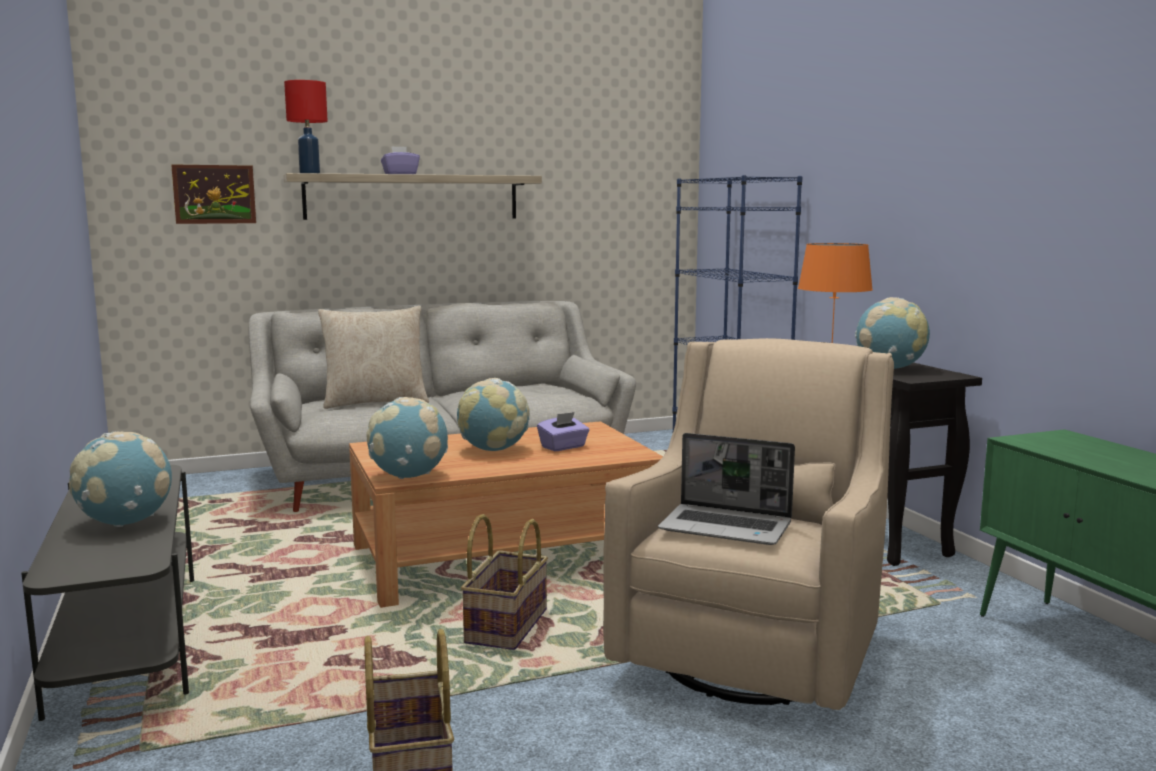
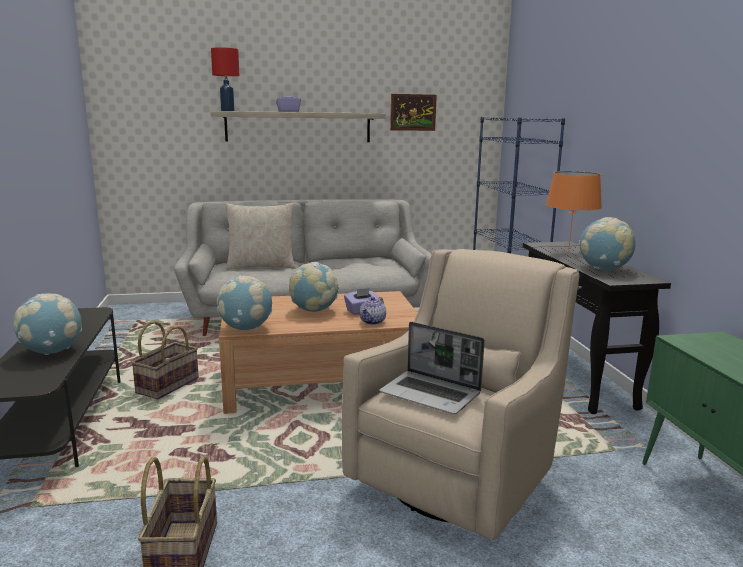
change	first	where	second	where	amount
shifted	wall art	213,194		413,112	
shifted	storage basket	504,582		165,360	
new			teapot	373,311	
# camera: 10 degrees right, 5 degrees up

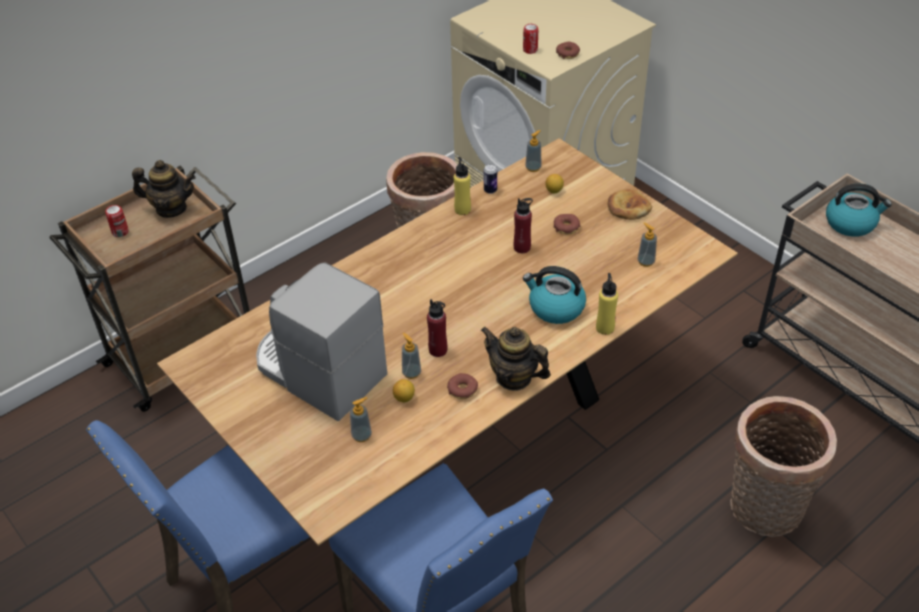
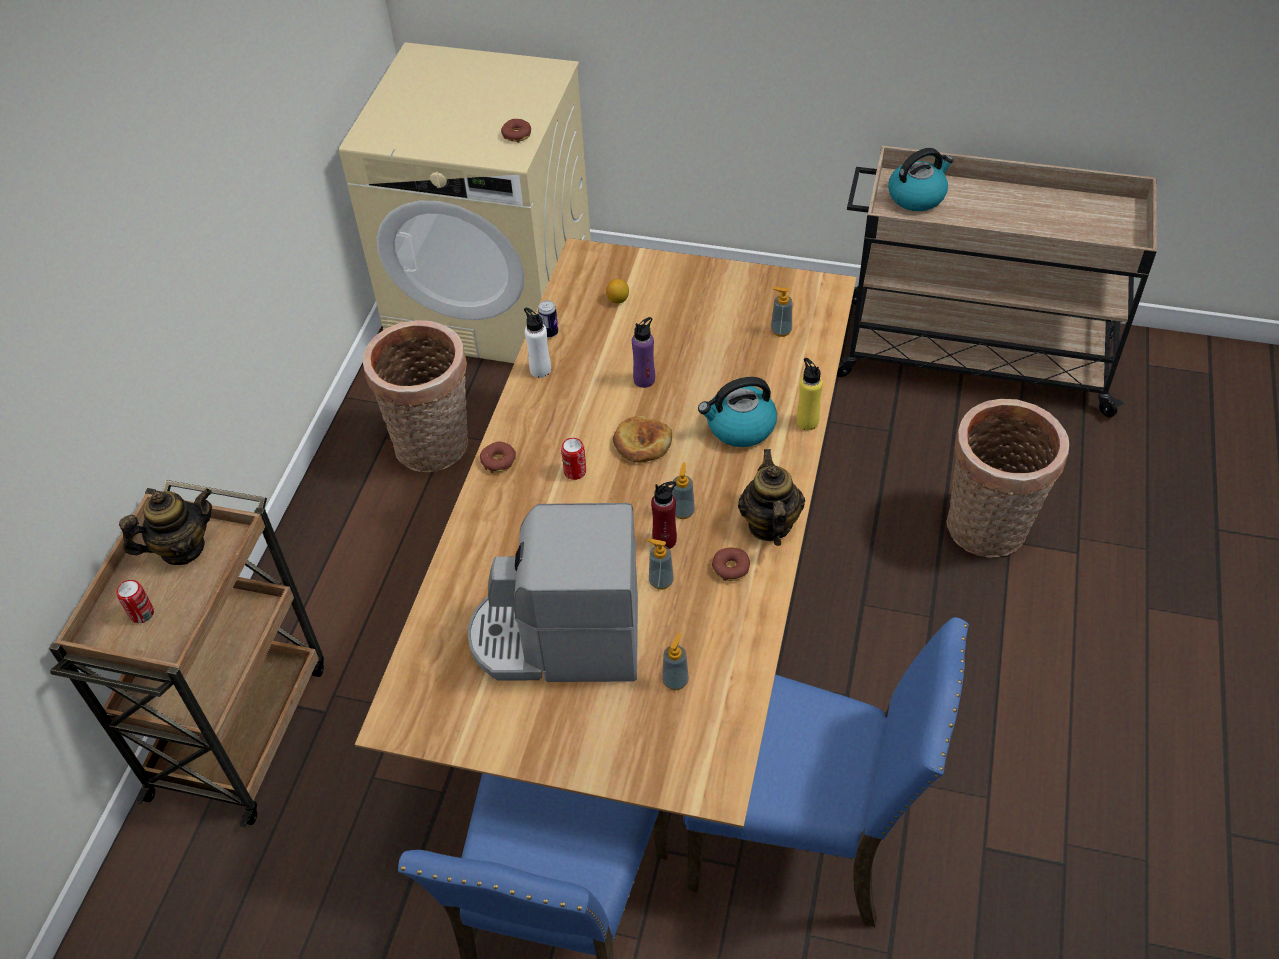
change	first	where	second	where	amount
shifted	sealed can	530,39		573,459	
shifted	liquid soap bottle	533,151		683,490	
repainted	yellow bottle	462,186	white-coloured bottle	537,343	
shifted	bakery bread	629,204		642,439	
repainted	reddish bottle	523,225	purple-coloured bottle	643,352	
shifted	ring doughnut	567,224		498,457	
rotated	teapot	516,359		771,497	90 degrees clockwise
gone	lemon	404,390			
# camera: 35 degrees left, 5 degrees up

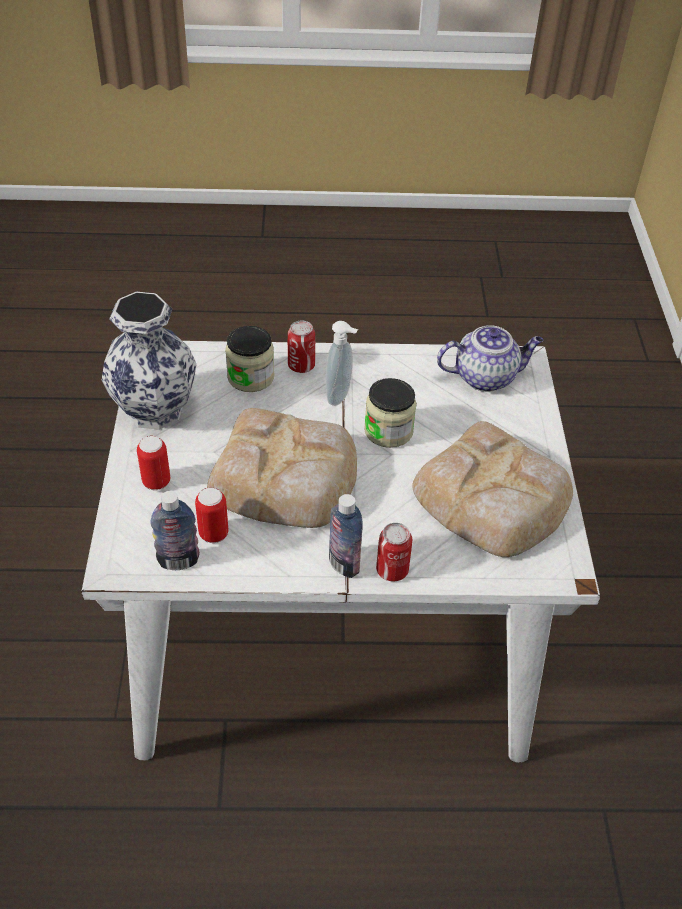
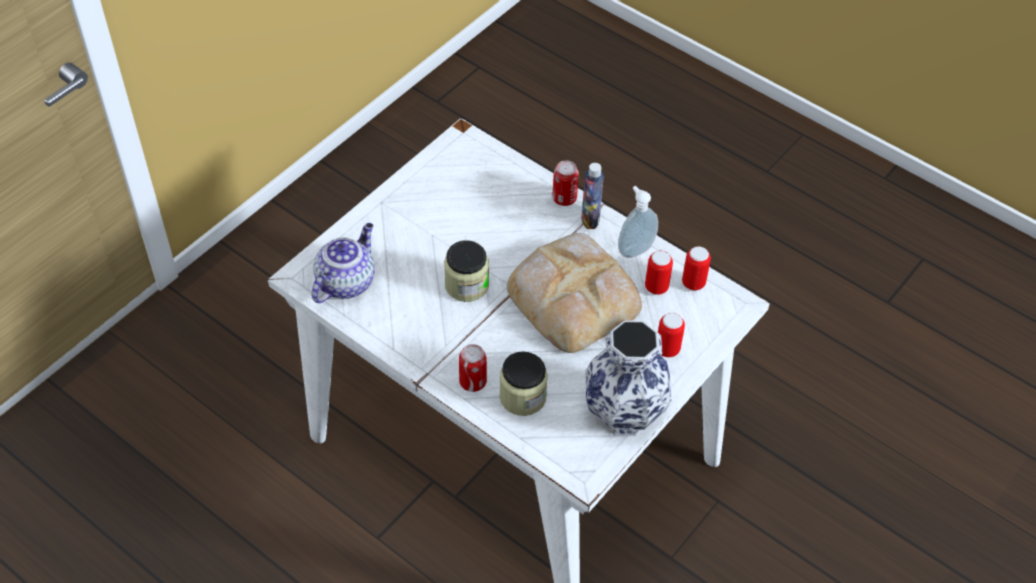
change	first	where	second	where	amount
shifted	liquid soap bottle	342,363		638,222	
rotated	teapot	490,358		343,263	90 degrees clockwise
gone	bakery bread	492,489			
swapped	bottle	175,530	sealed can	696,268	
# camera: 140 degrees left, 5 degrees up

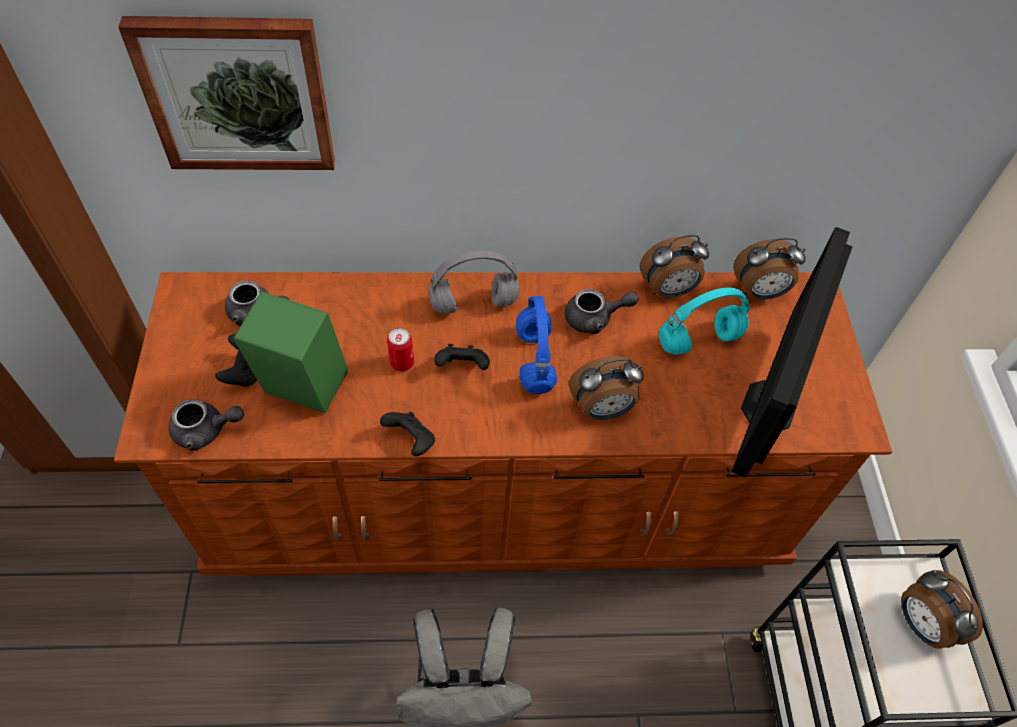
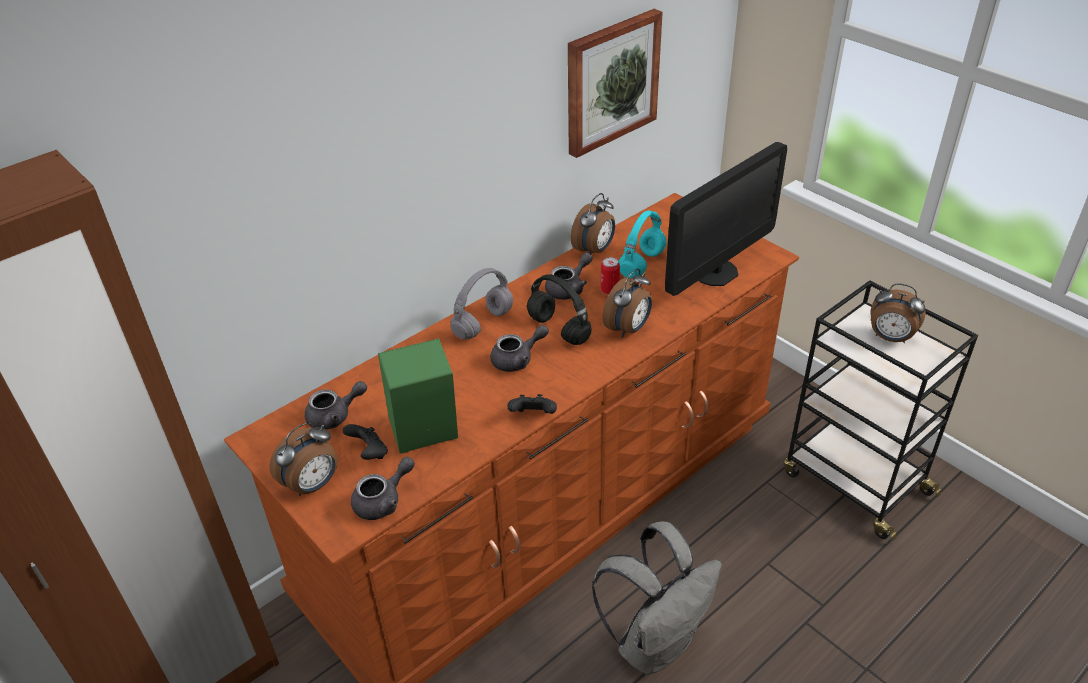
change	first	where	second	where	amount
shifted	wall art	226,93		615,83	
rotated	computer display	792,352		726,219	120 degrees counterclockwise
shifted	bedside clock	769,268		303,459	
repainted	bluish pair of headphones	536,345	blackish pair of headphones	559,309	
shifted	sealed can	400,350		610,276	
swapped	blackish joypad	462,357	gray teapot	519,348	
# camera: 35 degrees left, 15 degrees down

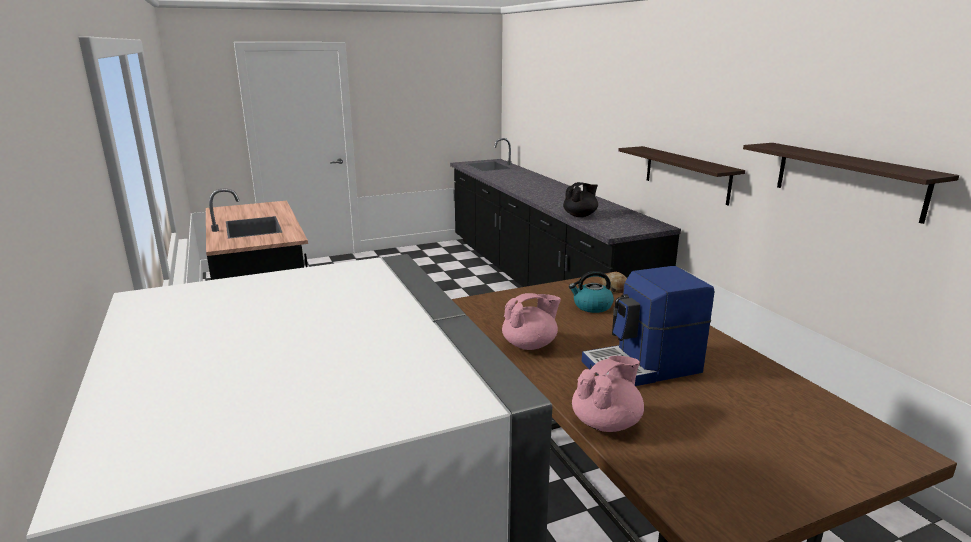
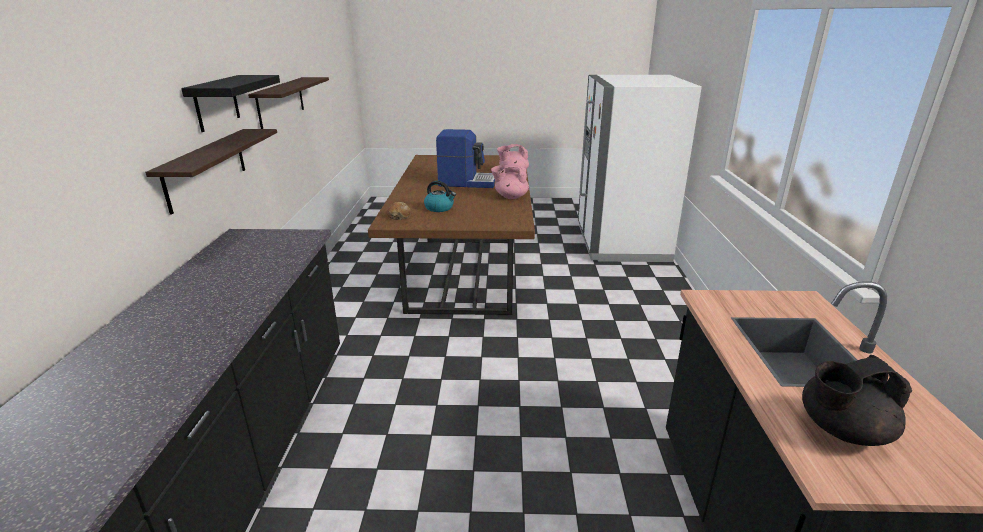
change	first	where	second	where	amount
shifted	blackish teapot	580,199		857,400	
new			blackish bracket shelf	230,103	
# camera: 155 degrees left, 5 degrees up

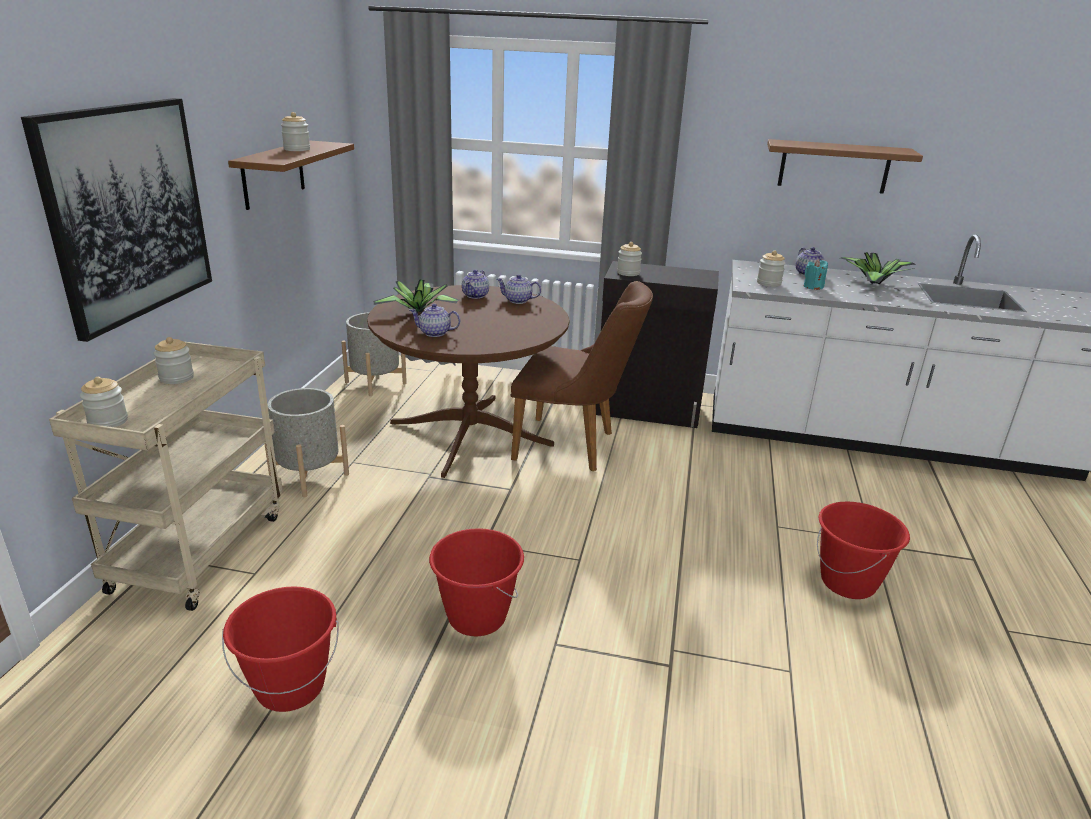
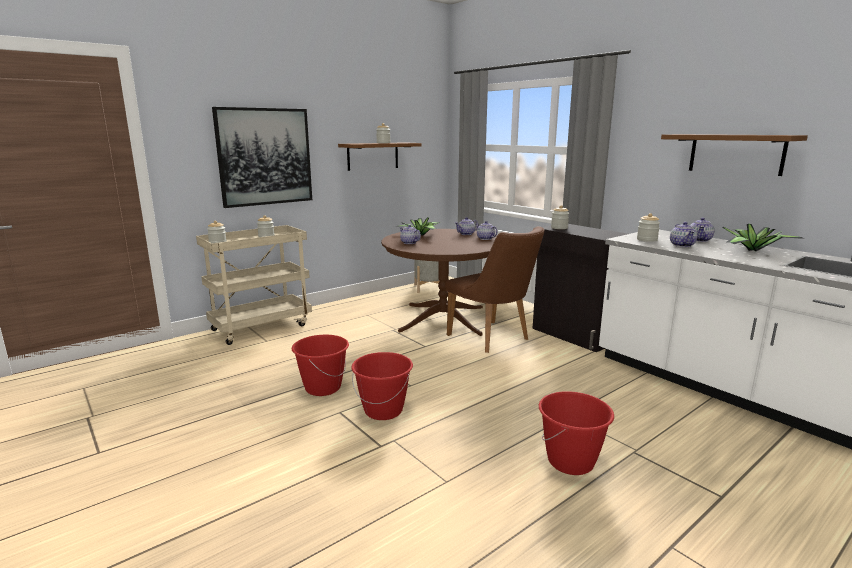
change	first	where	second	where	amount
swapped	blue-green wax light	816,274	teapot	683,234	
gone	gray flower pot	307,442			
shifted	reddish pail	280,649		382,386	
# camera: 40 degrees right, 10 degrees down

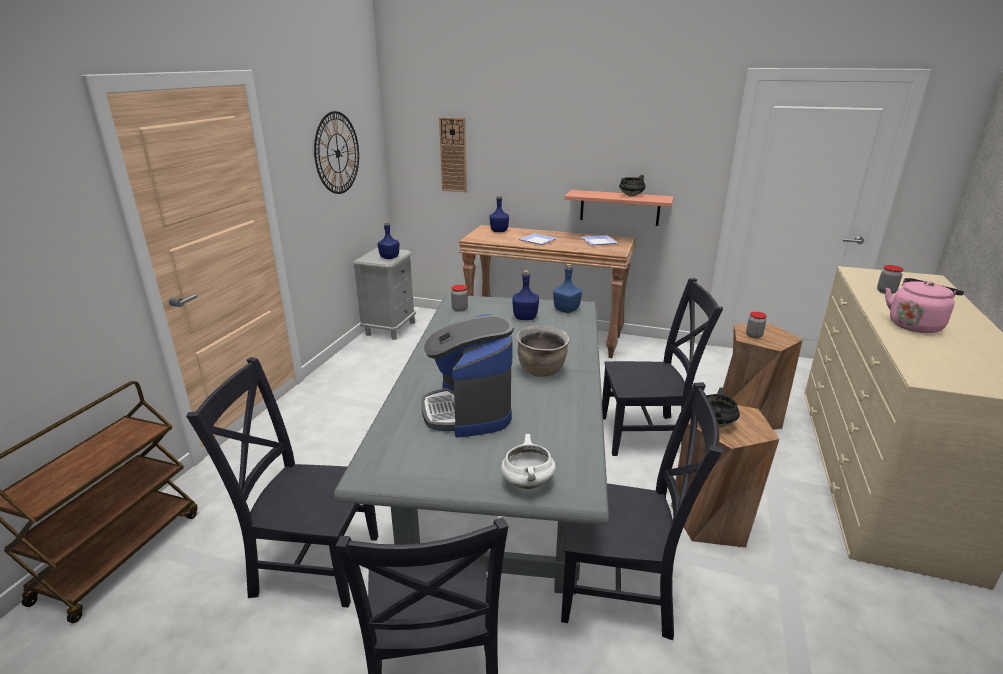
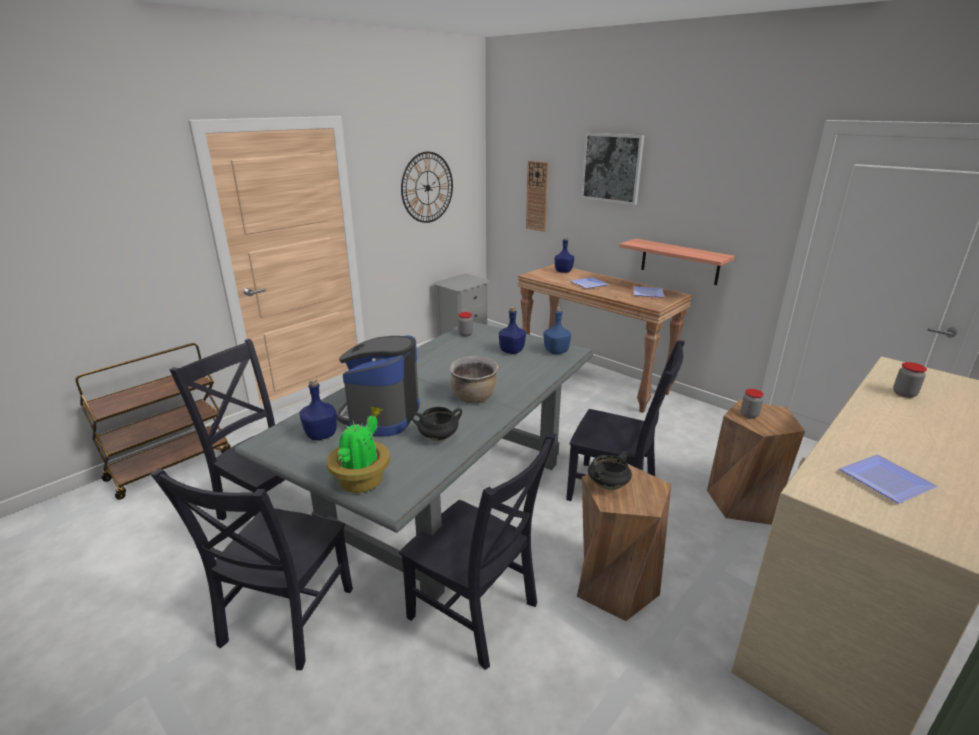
change	first	where	second	where	amount
shifted	blackish saucepot	632,186		437,424	
shifted	bluish bottle	388,240		318,410	
gone	pink kettle	924,305			
swapped	white-coloured saucepot	528,461	plant in a pot	358,449	
new			wall art	612,169	
new			plate	888,478	
# camera: 25 degrees right, 0 degrees up

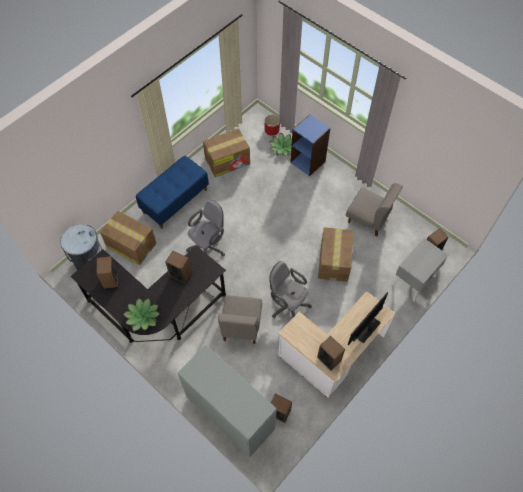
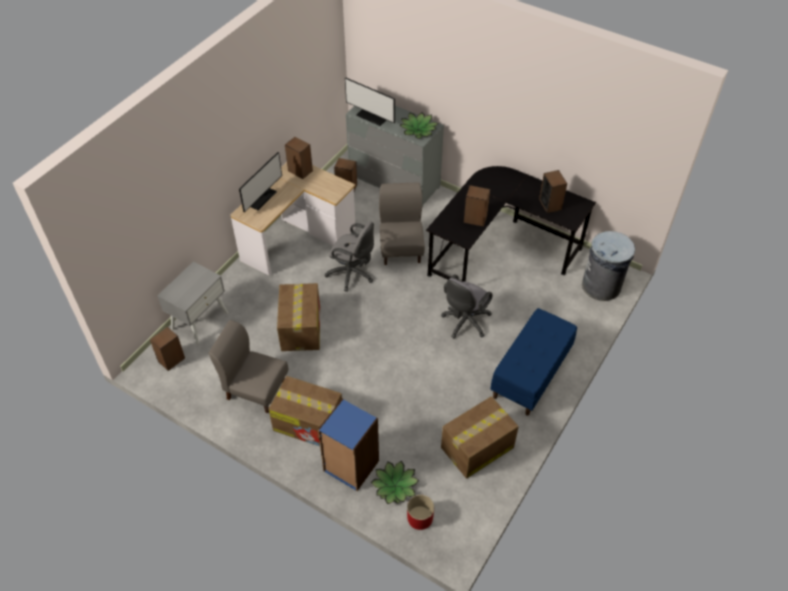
change	first	where	second	where	amount
shifted	carton	128,238		305,411	
shifted	plant in a pot	141,315		418,125	
new			computer display	370,101	
# camera: 170 degrees right, 10 degrees down

